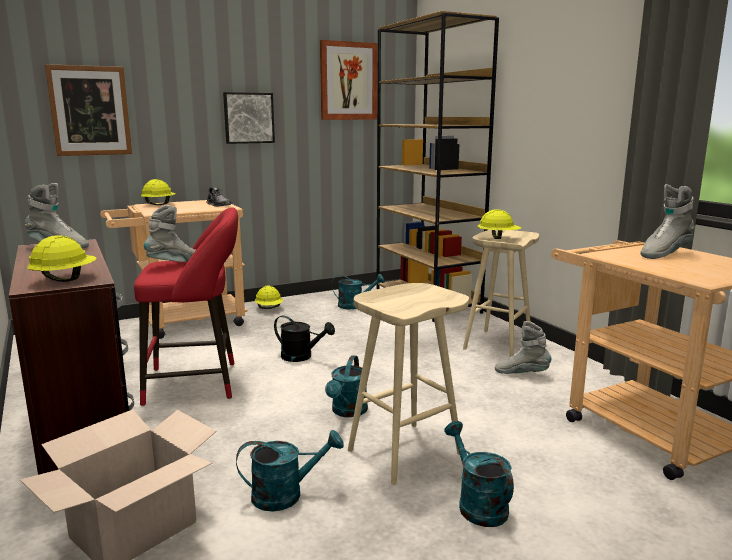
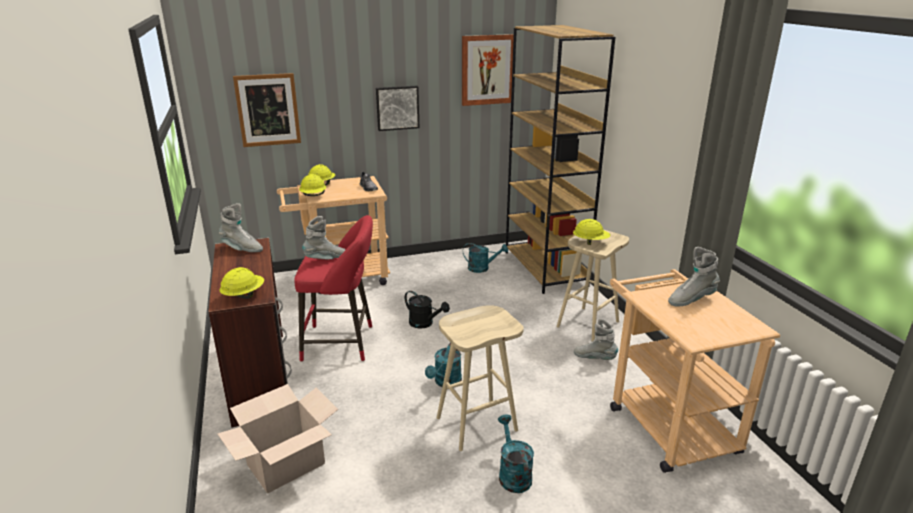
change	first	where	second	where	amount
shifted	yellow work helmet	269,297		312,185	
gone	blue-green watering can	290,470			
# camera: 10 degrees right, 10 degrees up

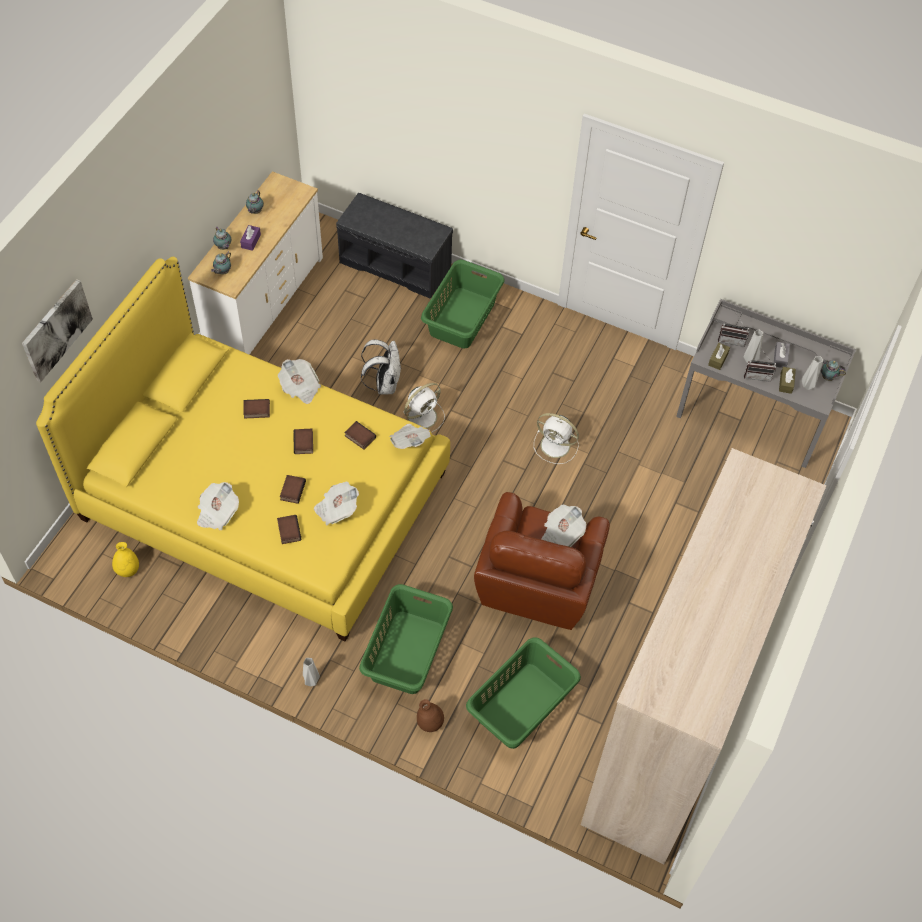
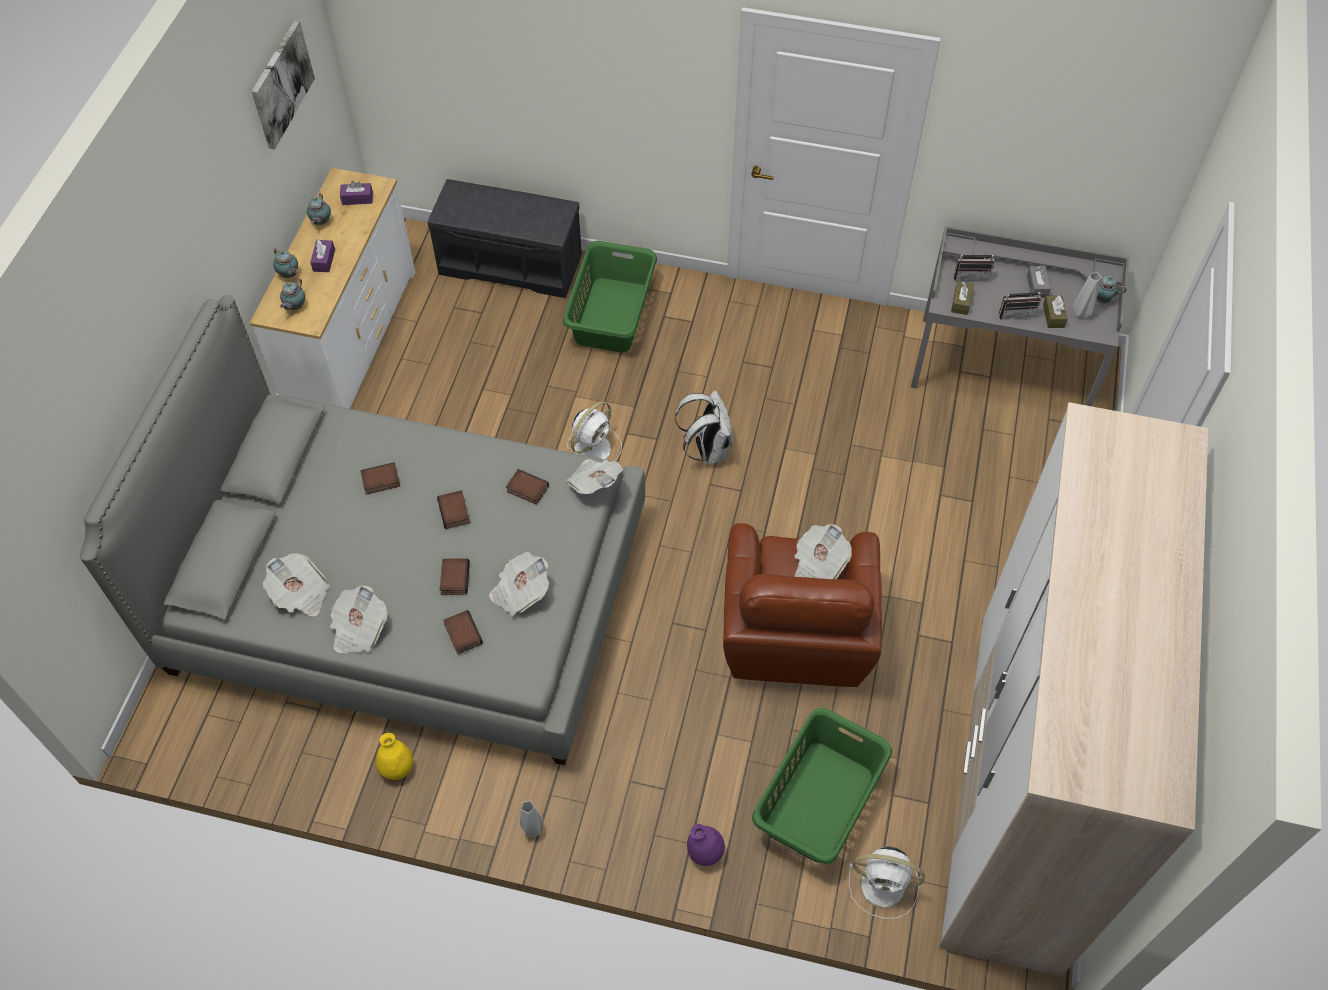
change	first	where	second	where	amount
repainted	yellow sleeping bed	243,449	gray sleeping bed	362,530	
shifted	wall art	57,330		283,85	
gone	gray decorative vase	753,346			
shifted	white-coloured backpack	381,367		704,427	
shifted	printed paper	299,381		296,585	
shifted	white-coloured cooling fan	556,438		887,883	
shifted	yellow decorative vase	125,559		394,756	
gone	green-coloured laundry basket	406,639			
repainted	brownish decorative vase	430,715	purple-coloured decorative vase	706,845	
new			purple-coloured tissue box	356,193	
# camera: 10 degrees left, 0 degrees up

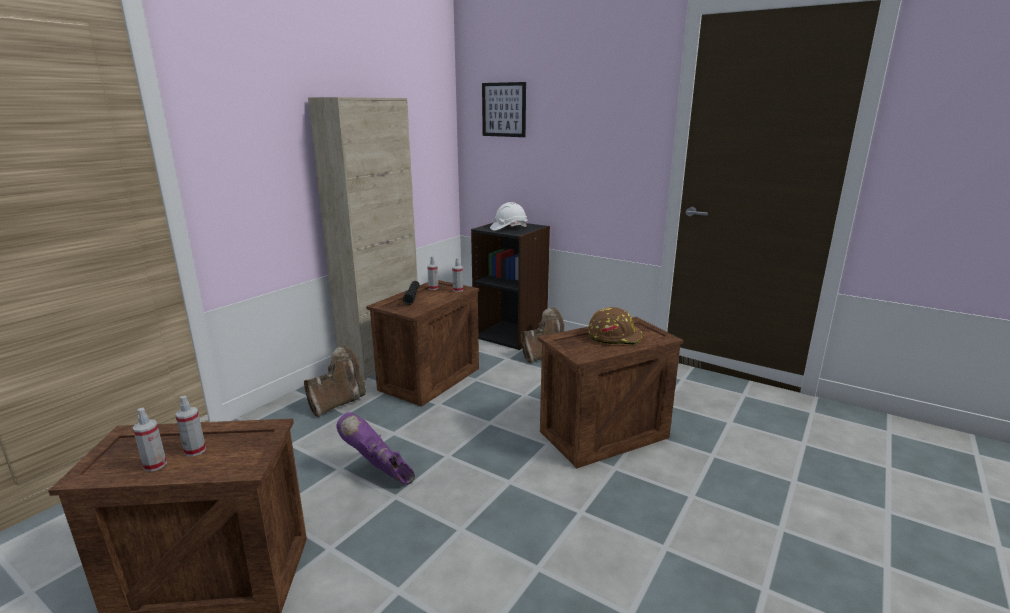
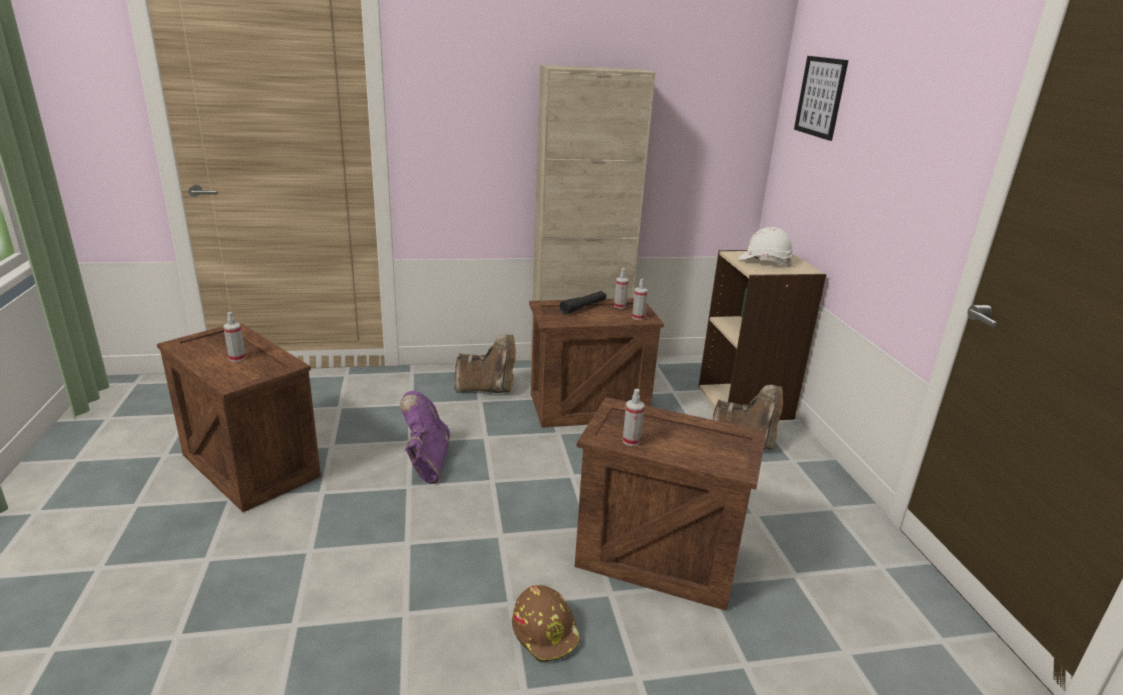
change	first	where	second	where	amount
repainted	blackish bookcase	510,286	sand-coloured bookcase	762,335	
shifted	brownish work helmet	615,326		546,624	
shifted	sprayer	150,440		634,417	
# camera: 45 degrees right, 5 degrees up

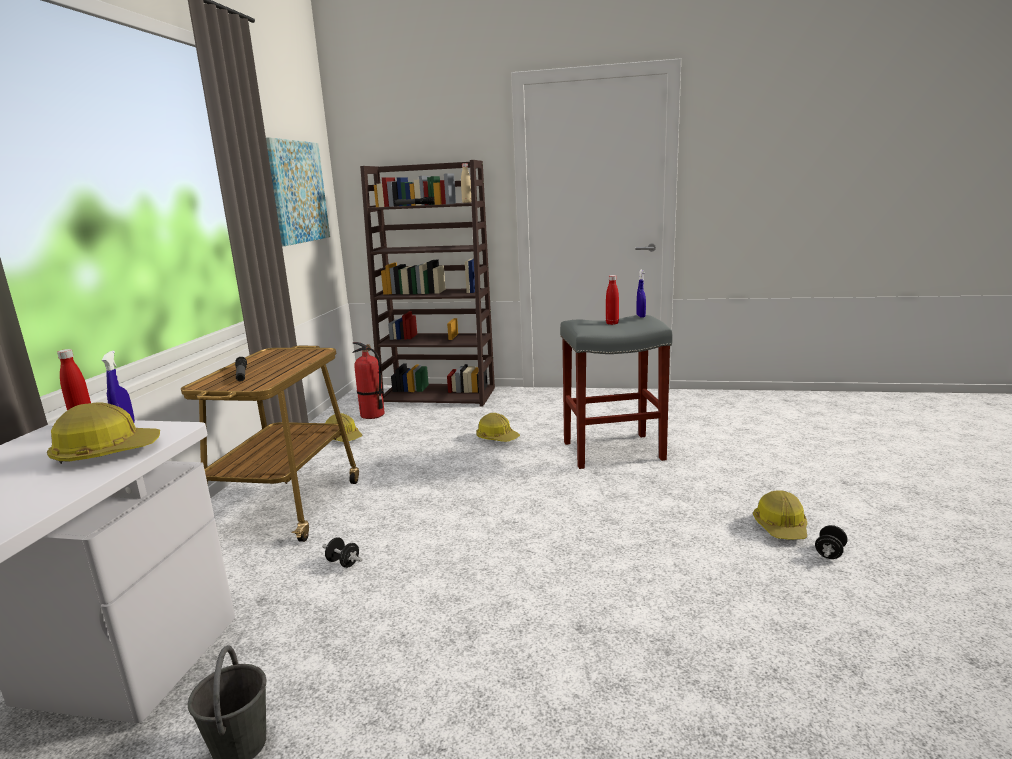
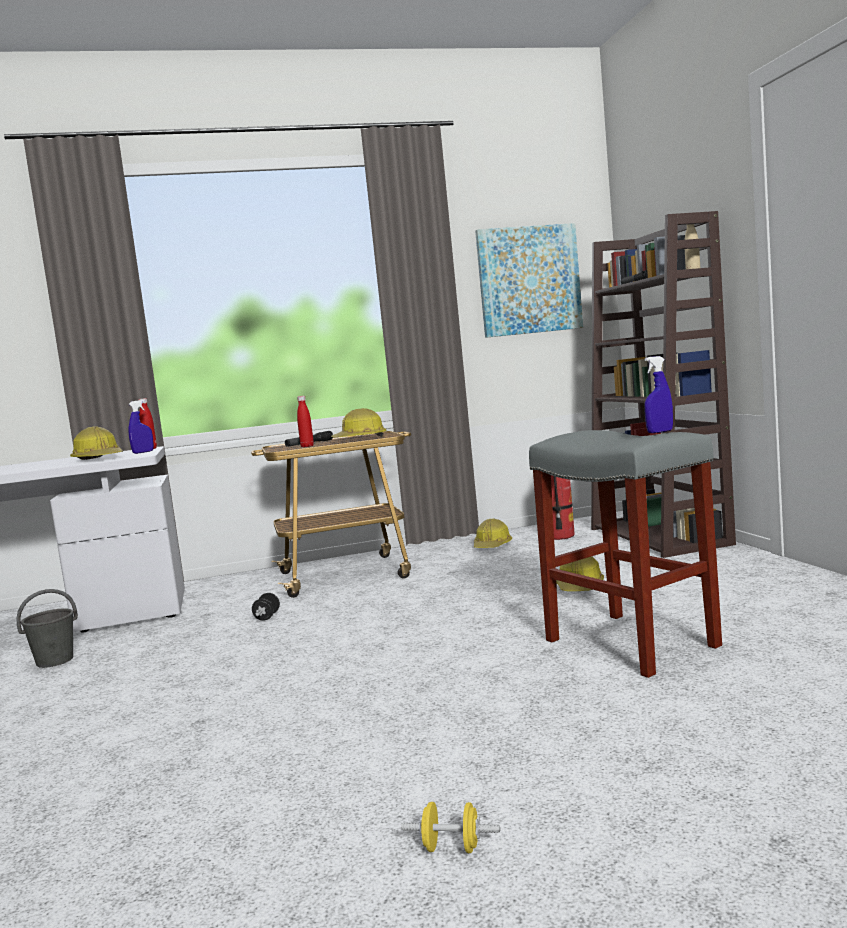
change	first	where	second	where	amount
shifted	reddish bottle	612,300		305,421	
shifted	work helmet	780,515		358,423	
repainted	blackish free weight	831,542	yellow free weight	450,827	
# camera: 65 degrees right, 10 degrees down

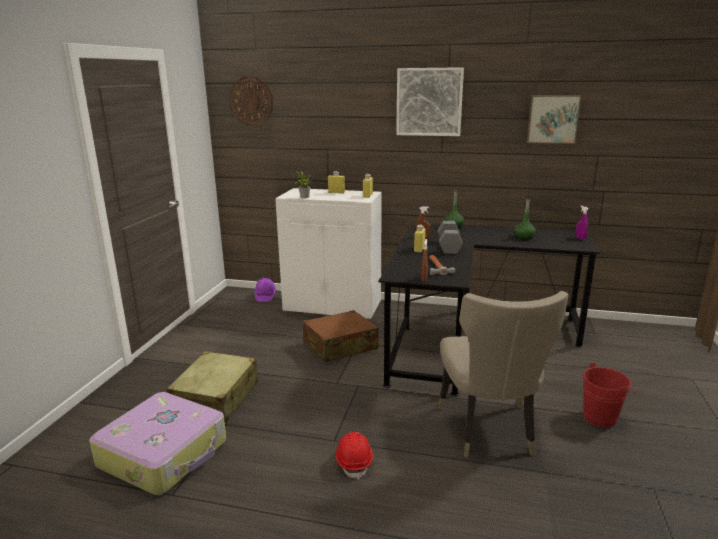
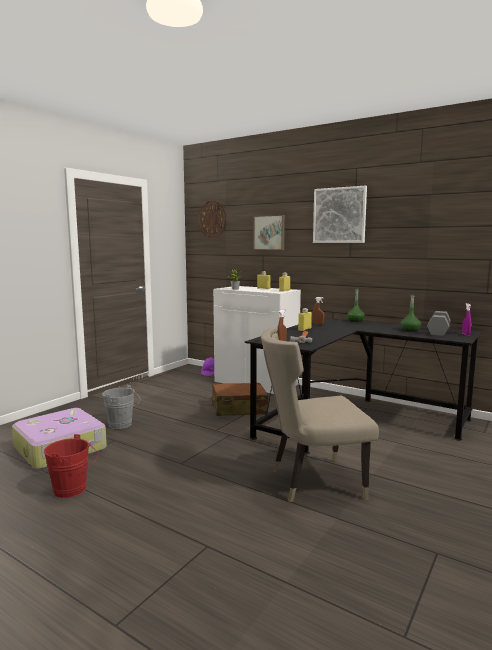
change	first	where	second	where	amount
shifted	wall art	554,119		269,232	
shifted	gray free weight	450,237		439,323	
rotated	sand-coloured plain chair	503,374		320,414	60 degrees clockwise
swapped	sand-coloured piece of luggage	212,387	gray pail	121,407	
shifted	reddish pail	610,395		71,466	
gone	reddish work helmet	354,456			
# camera: 20 degrees right, 10 degrees down

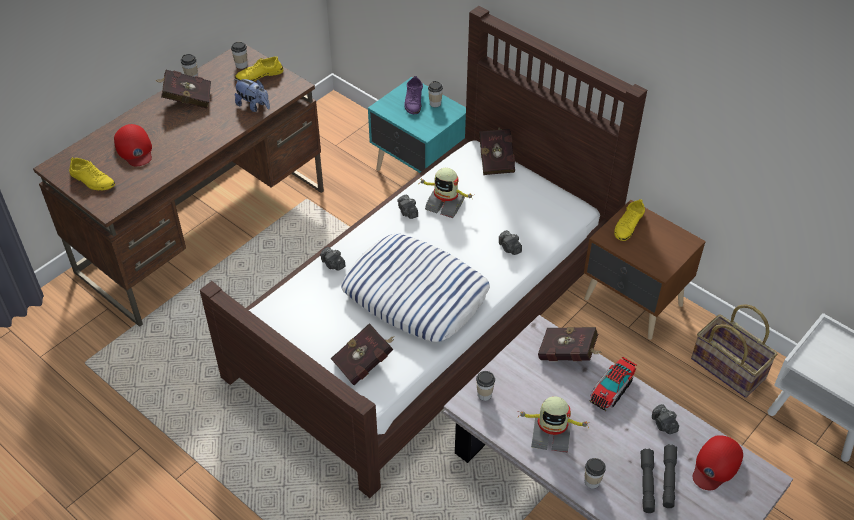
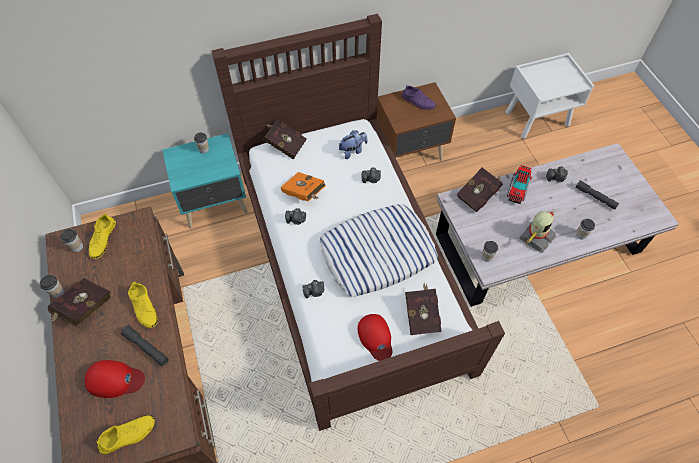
change	first	where	second	where	amount
shifted	purple-coloured low shoe	413,95		419,98	
shifted	cuddly toy	252,95		353,144	
swapped	robot figure	445,193	orangey volume	303,186	
shifted	yellow low shoe	629,220		143,305	
gone	storage basket	734,351			
rotated	model truck	613,384		519,184	45 degrees clockwise
shifted	reddish cap	718,462		375,337	
shifted	gray hand torch	648,481		145,345	
# camera: 60 degrees left, 10 degrees up

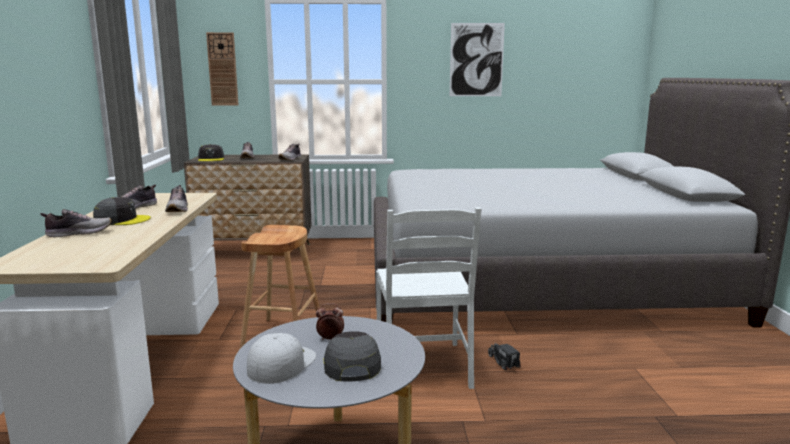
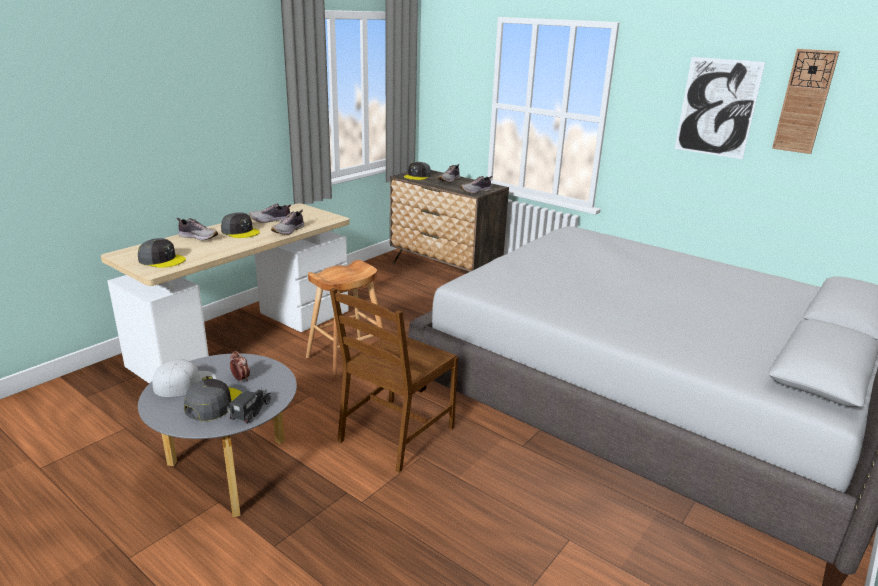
change	first	where	second	where	amount
shifted	hanging clock	222,69		806,101	
repainted	white-coloured plain chair	429,298	brownish plain chair	394,380	
shifted	model truck	504,356		249,406	
new			gray cap	162,253	
# camera: 40 degrees right, 10 degrees up

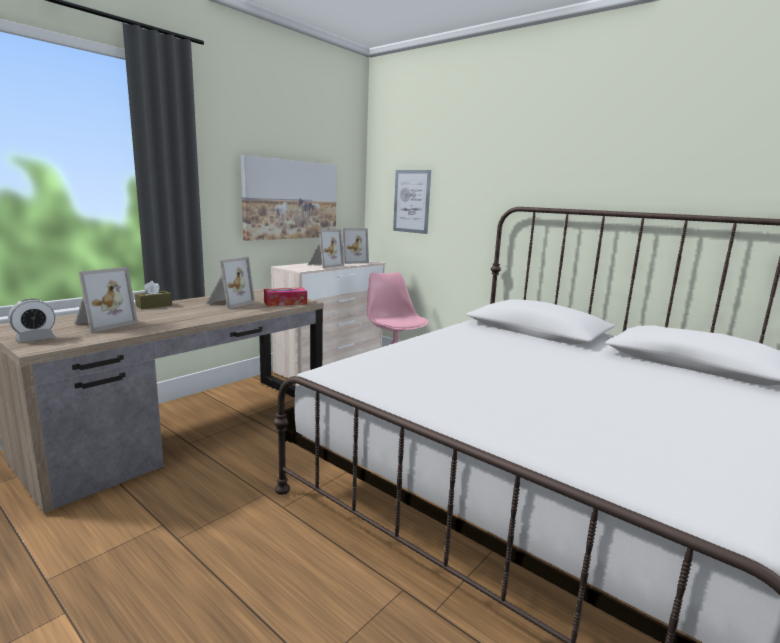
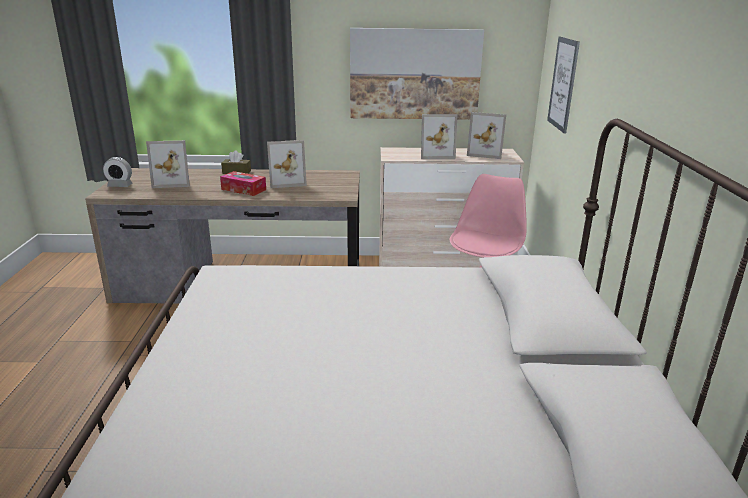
change	first	where	second	where	amount
shifted	tissue box	285,296		243,183	
# camera: 50 degrees right, 10 degrees up

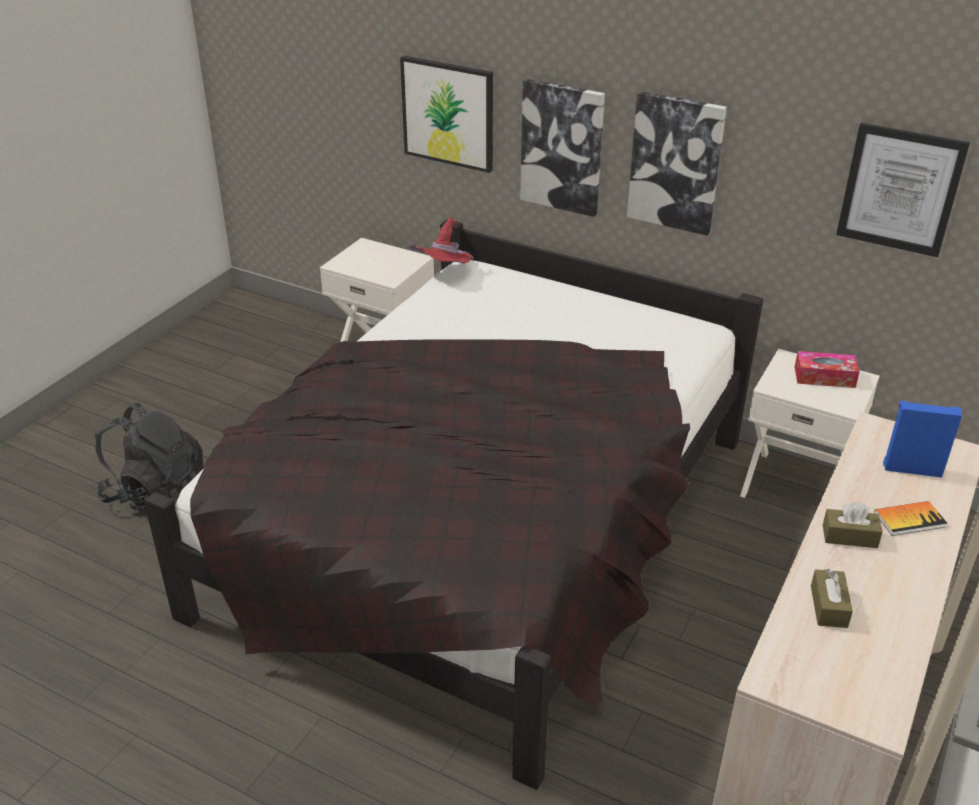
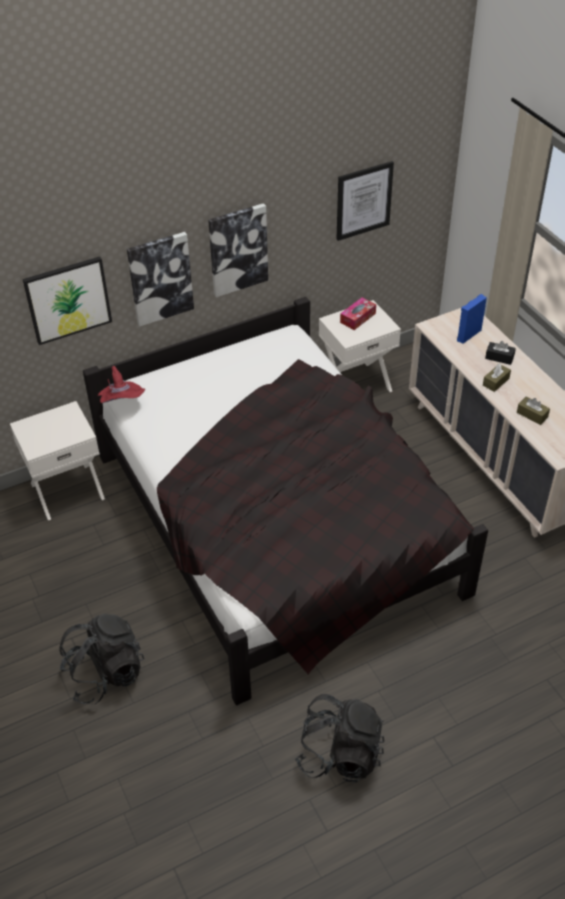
change	first	where	second	where	amount
swapped	volume	910,518	blackish tissue box	500,353	
new			blackish backpack	339,738	
# camera: 55 degrees left, 10 degrees up

